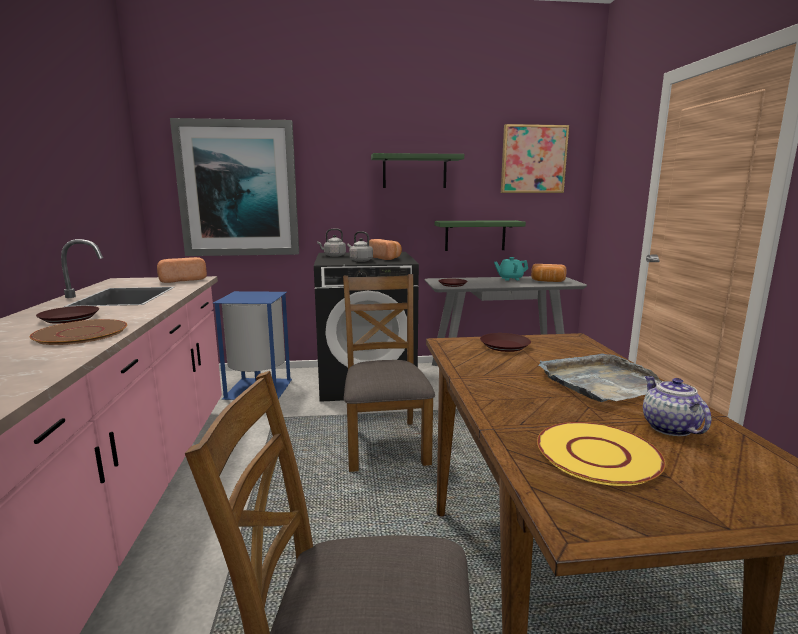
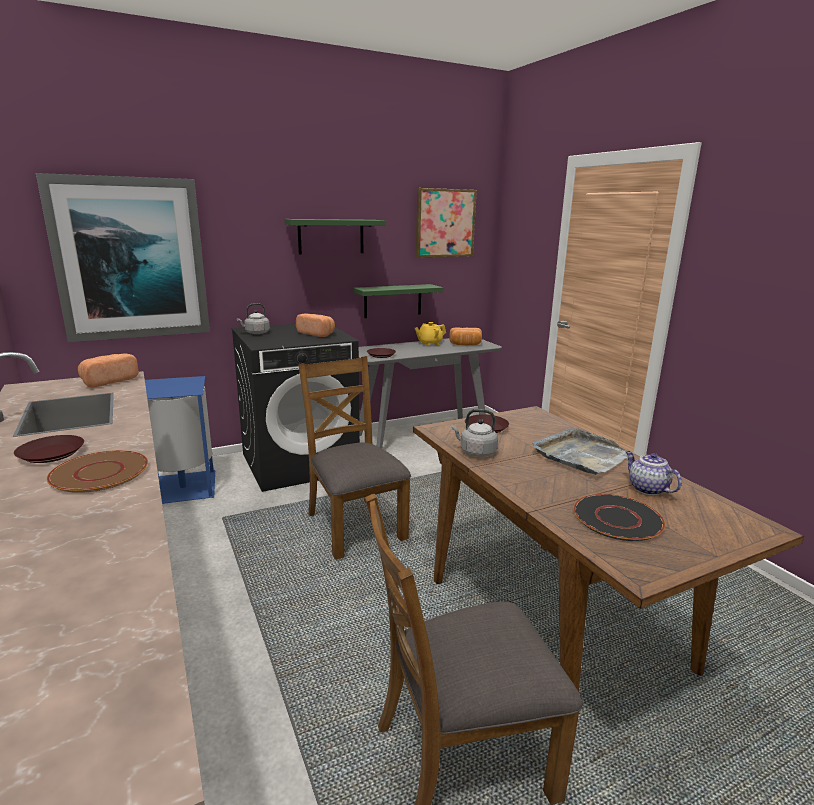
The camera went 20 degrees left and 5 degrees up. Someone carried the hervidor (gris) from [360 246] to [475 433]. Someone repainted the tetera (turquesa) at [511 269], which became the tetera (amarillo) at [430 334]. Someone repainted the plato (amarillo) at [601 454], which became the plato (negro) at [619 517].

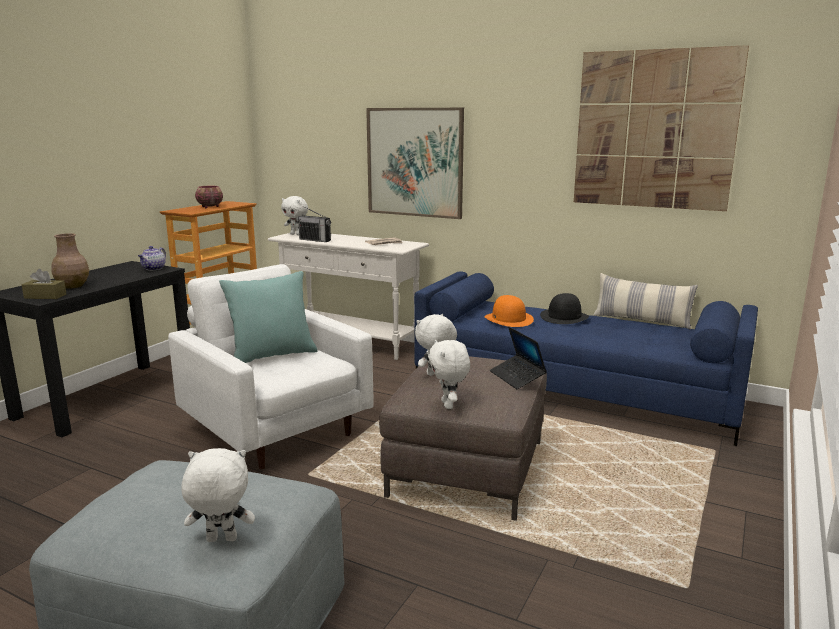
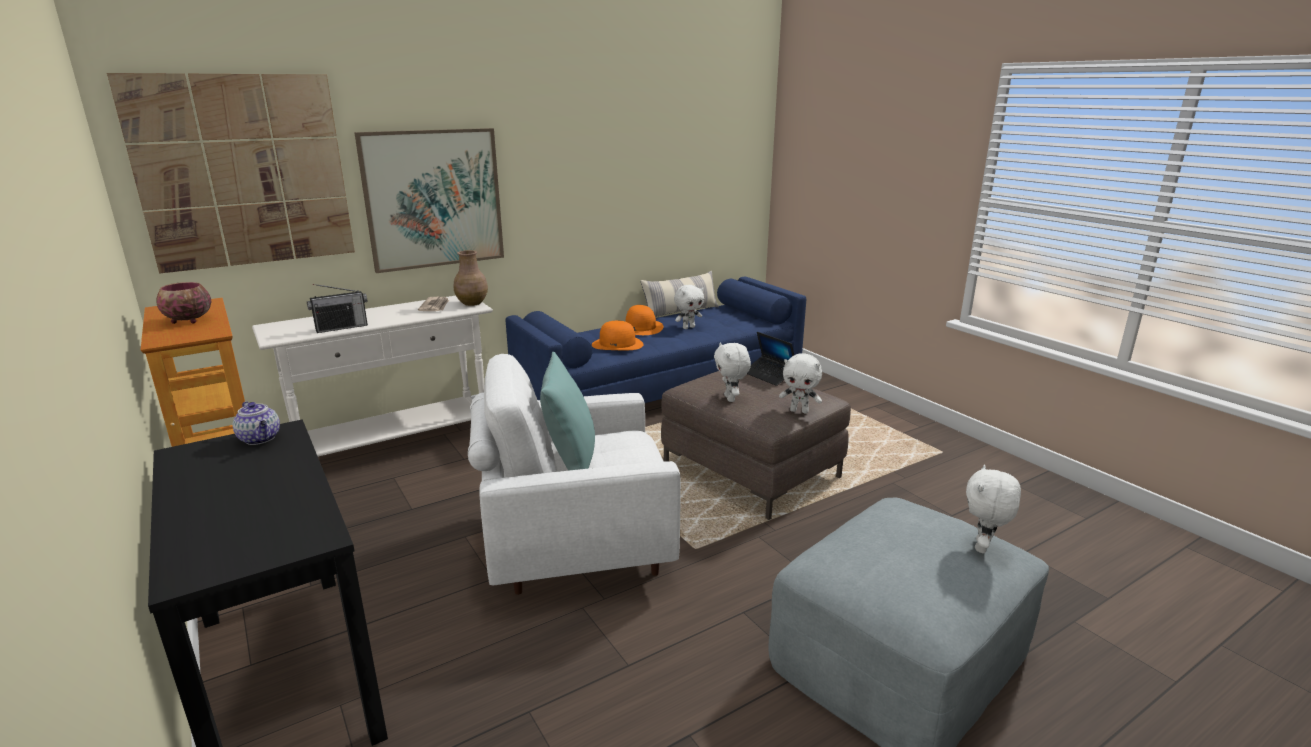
The camera went 60 degrees left and 5 degrees up. Someone carried the cuadro from [661 128] to [231 173]. Someone carried the peluche (blanco) from [294 215] to [689 307]. Someone carried the florero (marrón) from [70 261] to [471 278]. Someone took away the caja de pañuelos (marrón) at [44 284]. Someone repainted the sombrero (negro) at [564 308], which became the sombrero (naranja) at [644 320]. Someone rotated the portátil at [518 358] by 45 degrees clockwise.

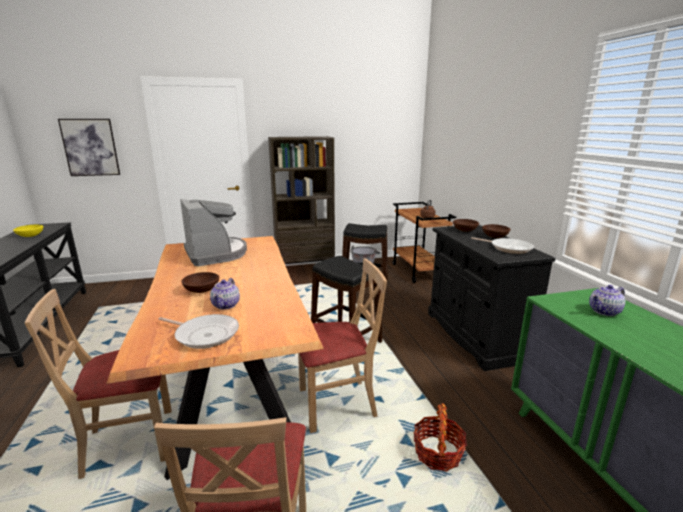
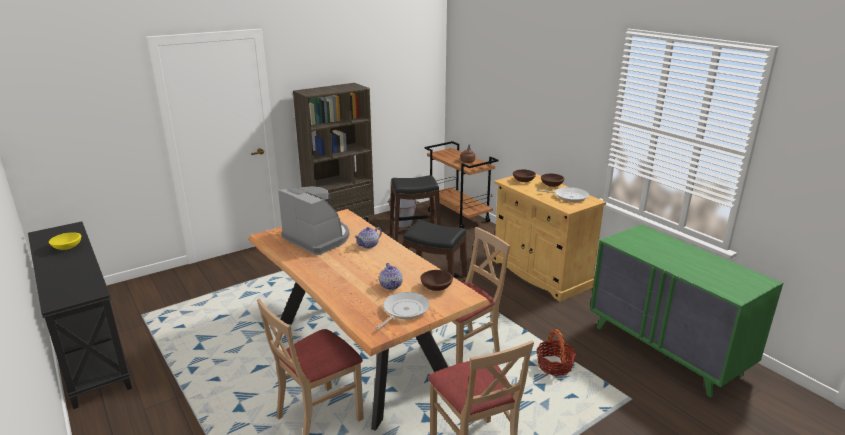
The camera went 20 degrees left and 5 degrees up. Someone took away the cuadro at [89 147]. Someone repainted the armario (negro) at [492 298], which became the armario (beis) at [549 238]. Someone carried the cuenco (marrón) from [200 282] to [436 280]. Someone carried the tetera from [607 300] to [368 238]. Someone rotated the sartén at [199 331] by 60 degrees counterclockwise.

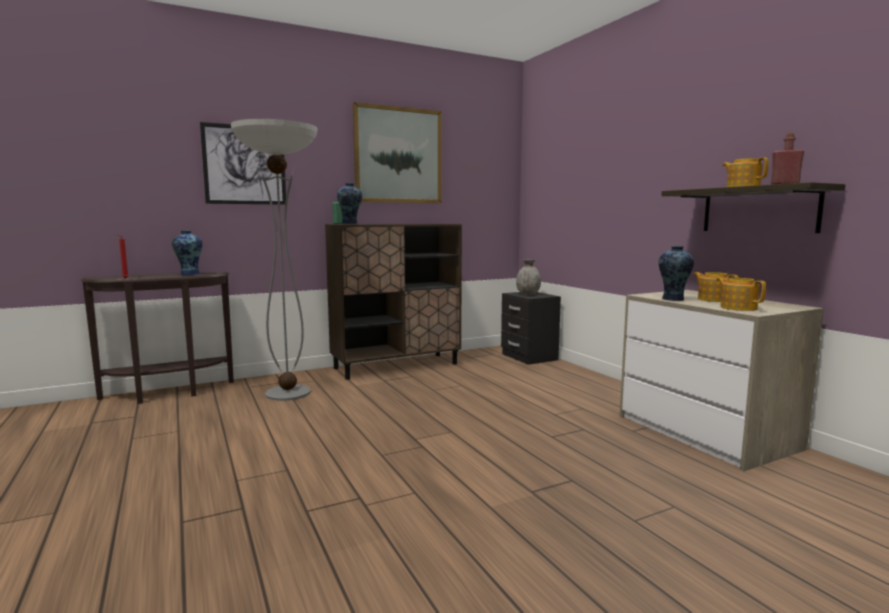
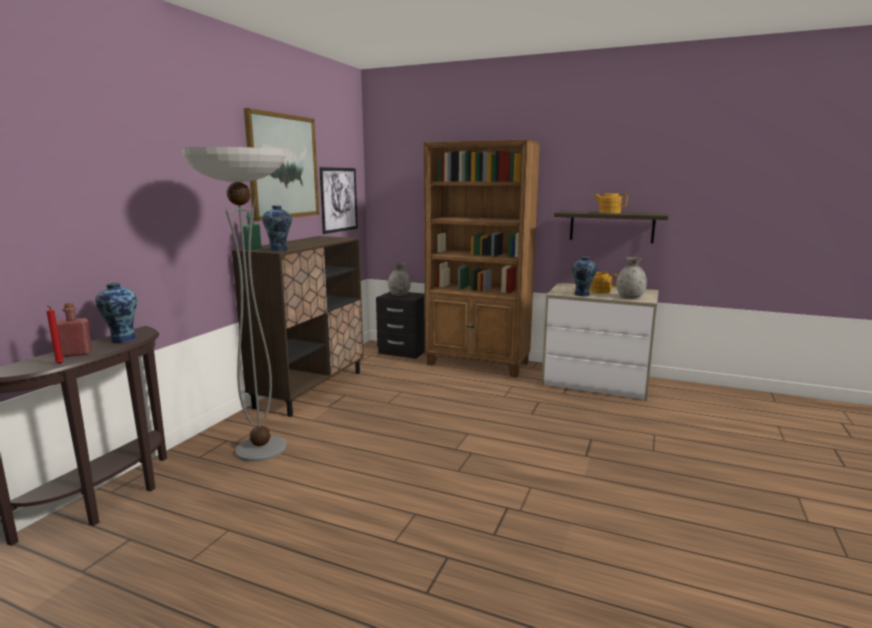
The camera went 40 degrees left and 5 degrees up. Someone carried the cuadro from [243 163] to [338 200]. Someone carried the botella (rojo) from [787 158] to [74 330]. Someone swapped the tetera at [741 294] for the florero (gris) at [632 278]. Someone put down the estantería (marrón) at [482 258].

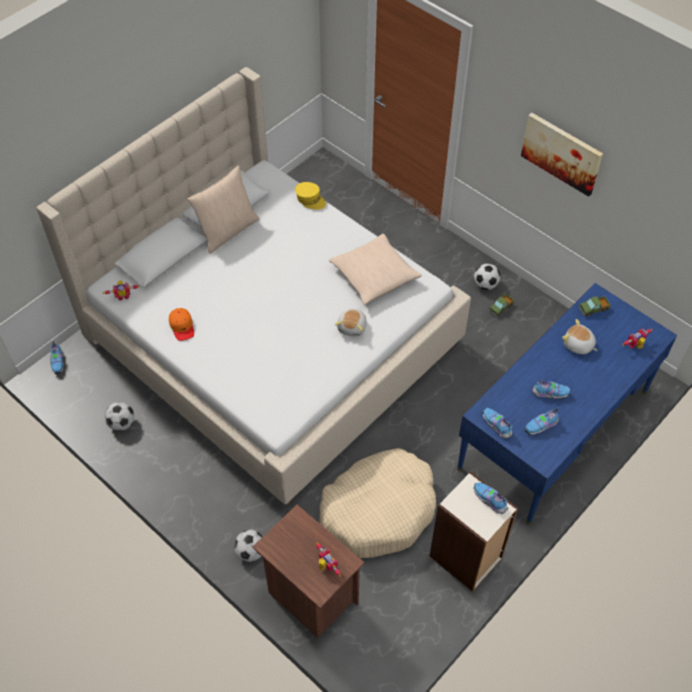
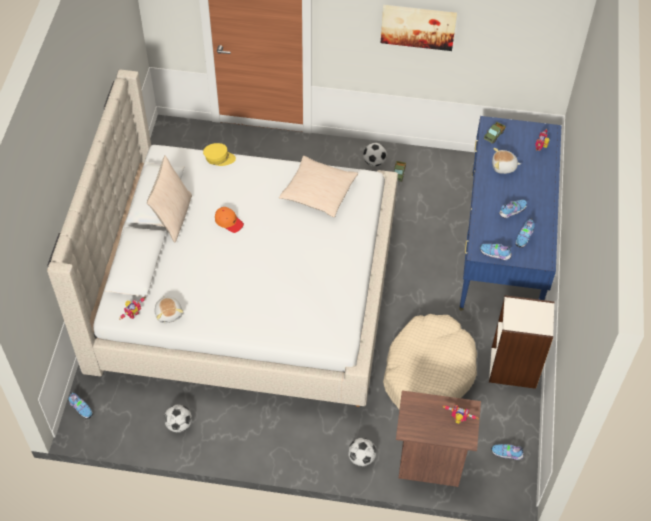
The camera went 35 degrees left and 0 degrees up. Someone carried the gorra (naranja) from [181 324] to [229 220]. Someone carried the peluche from [351 323] to [169 309]. Someone carried the zapato from [491 498] to [507 452].

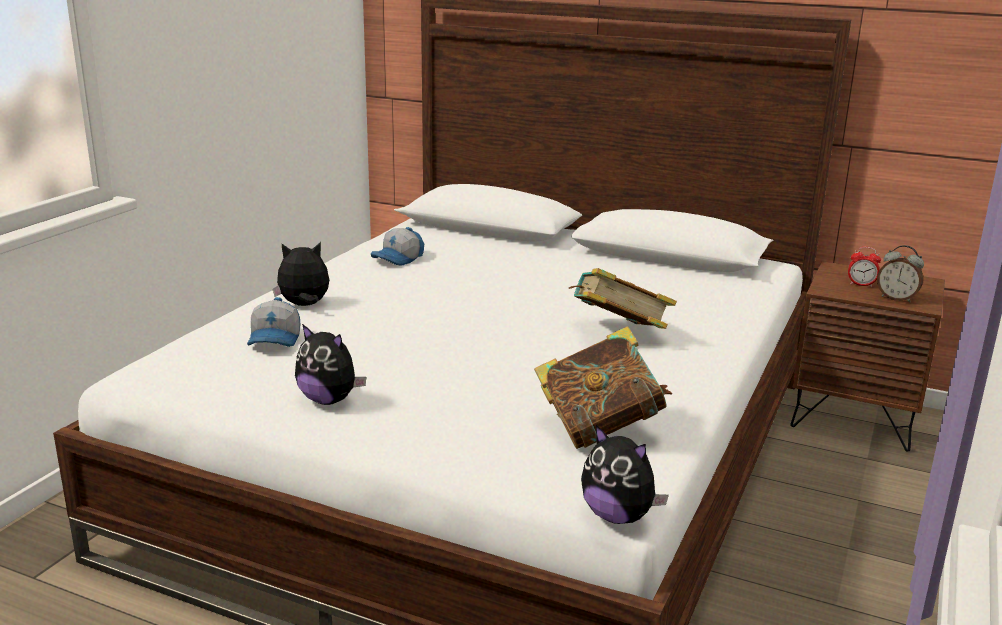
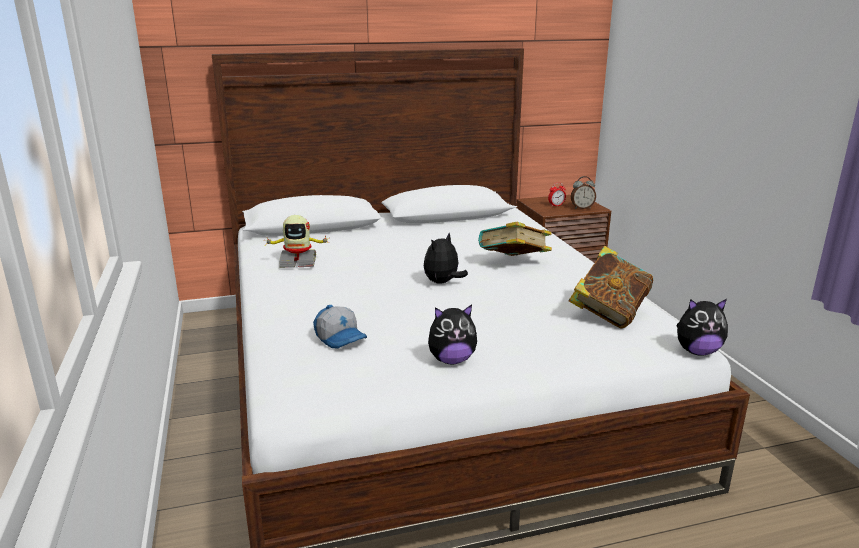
The camera went 40 degrees left and 0 degrees up. Someone swapped the gorra at [397 246] for the robot de juguete at [297 241]. Someone carried the peluche from [301 274] to [446 258].

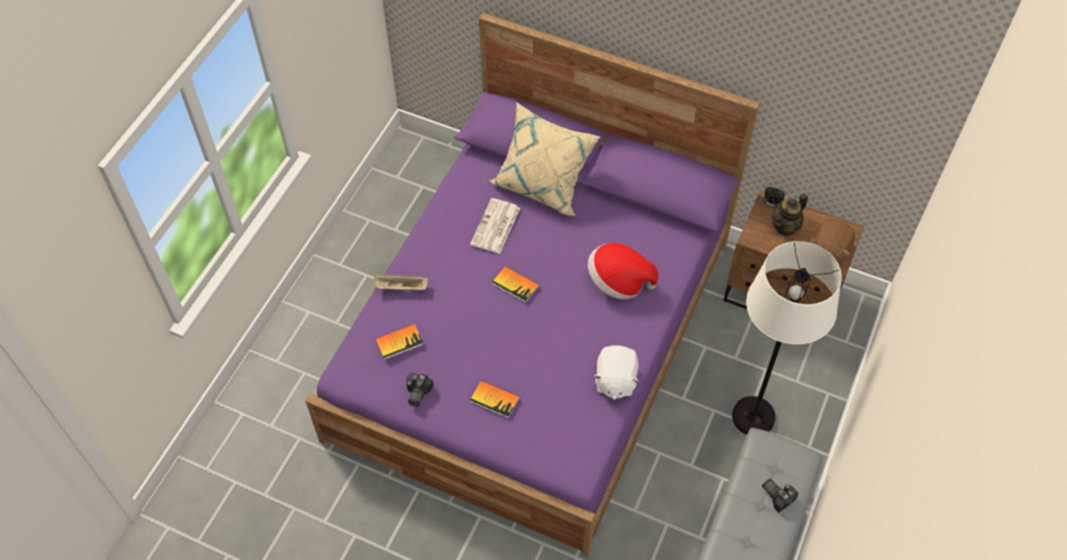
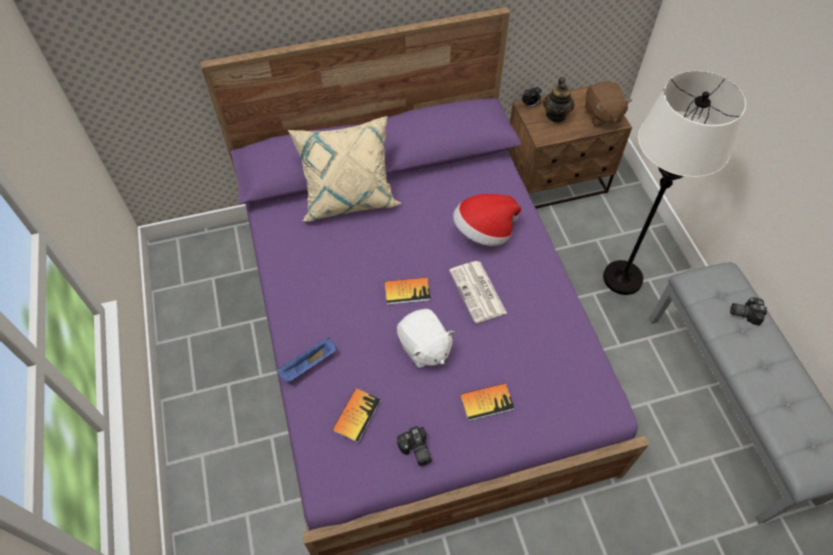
The camera went 40 degrees left and 0 degrees up. Someone carried the periódico from [495 226] to [478 292]. Someone repainted the bandeja (beis) at [401 282], which became the bandeja (azul) at [306 360]. Someone carried the peluche (blanco) from [616 372] to [426 338].

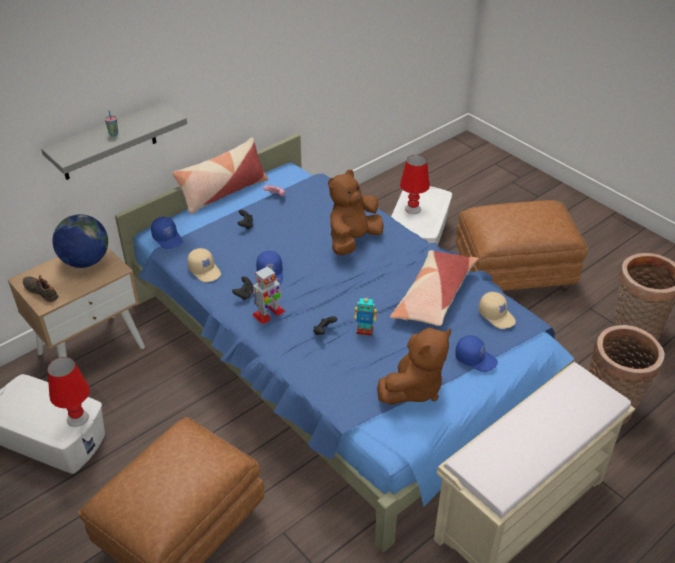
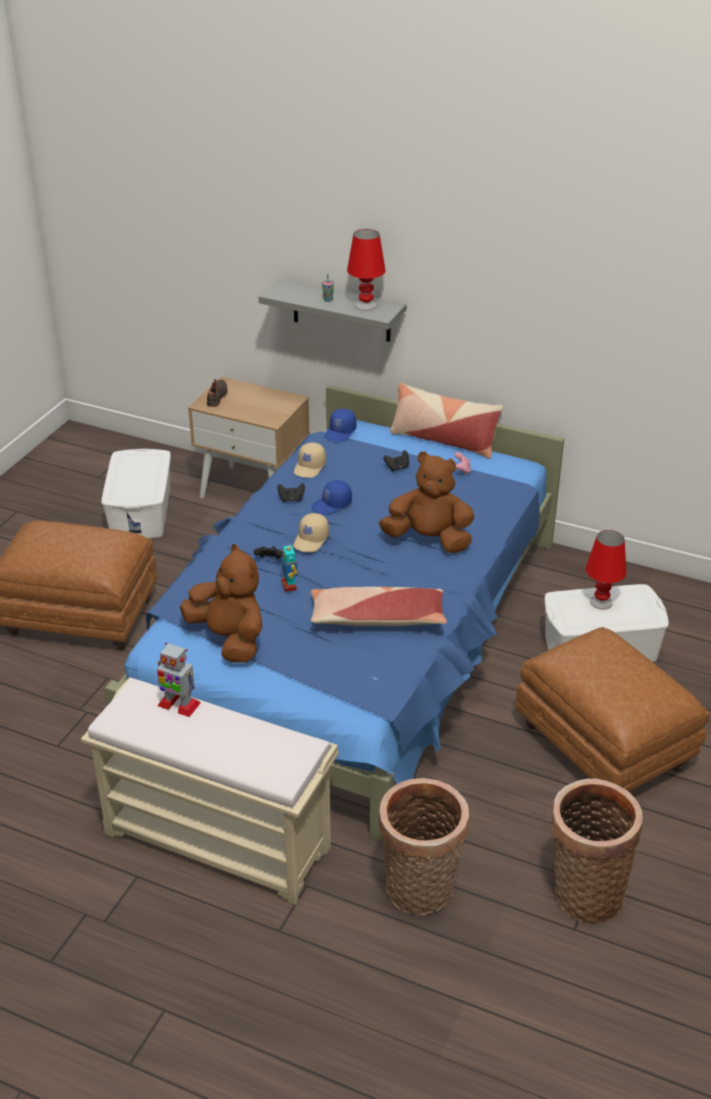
The camera went 65 degrees right and 5 degrees down. Someone took away the globo terráqueo at [80 241]. Someone carried the robot de juguete from [269 294] to [179 679]. Someone carried the gorra (beis) from [497 310] to [311 532]. Someone rotated the peluche (marrón) at [414 366] by 150 degrees counterclockwise. Someone took away the gorra (azul) at [476 353]. Someone carried the lámpara de mesa (rojo) from [68 392] to [366 270].

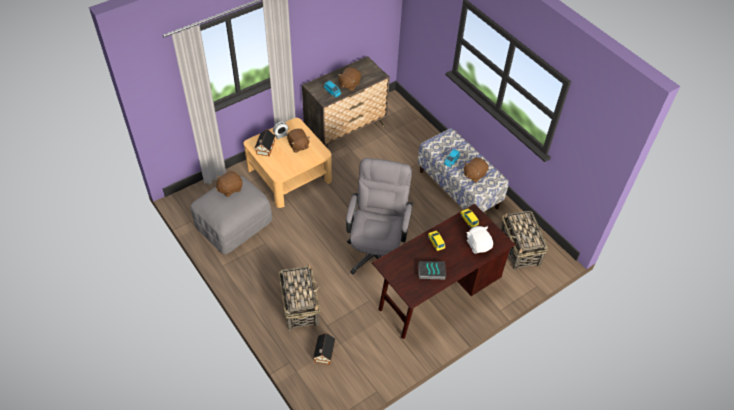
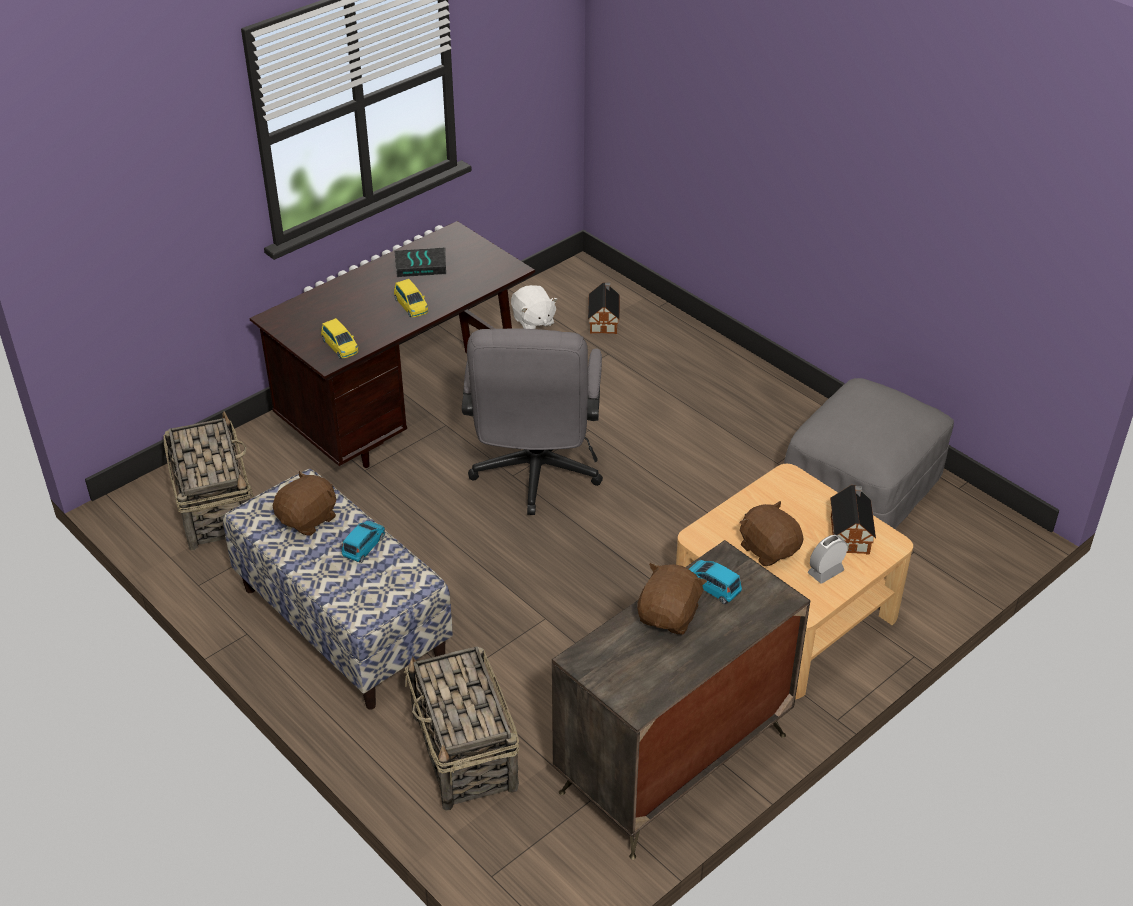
The camera went 175 degrees right and 10 degrees down. Someone took away the peluche (marrón) at [229 184]. Someone carried the peluche (blanco) from [480 240] to [534 307]. Someone carried the cesta from [300 297] to [461 729].

